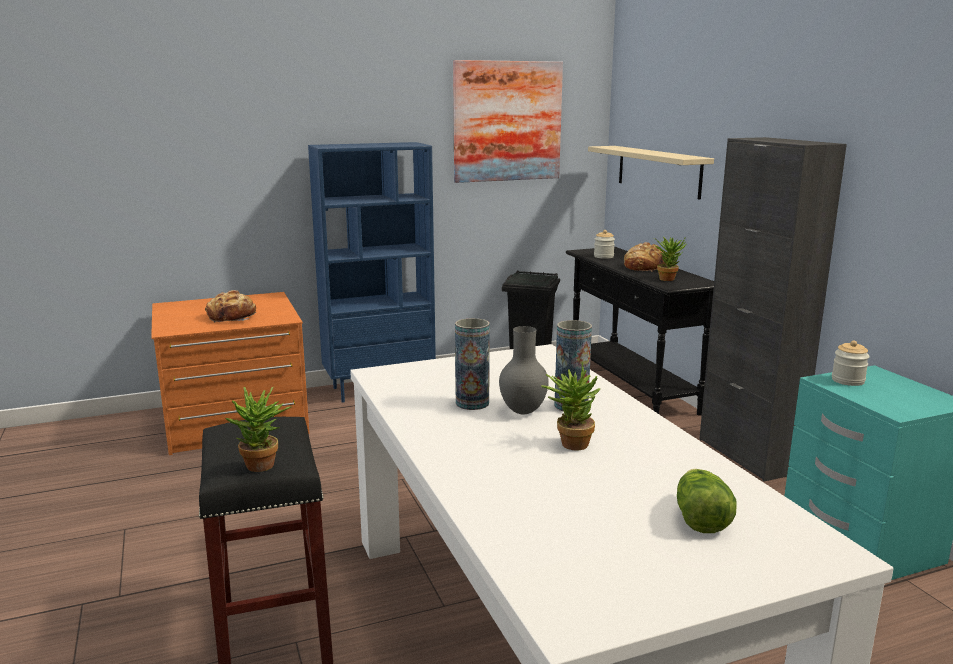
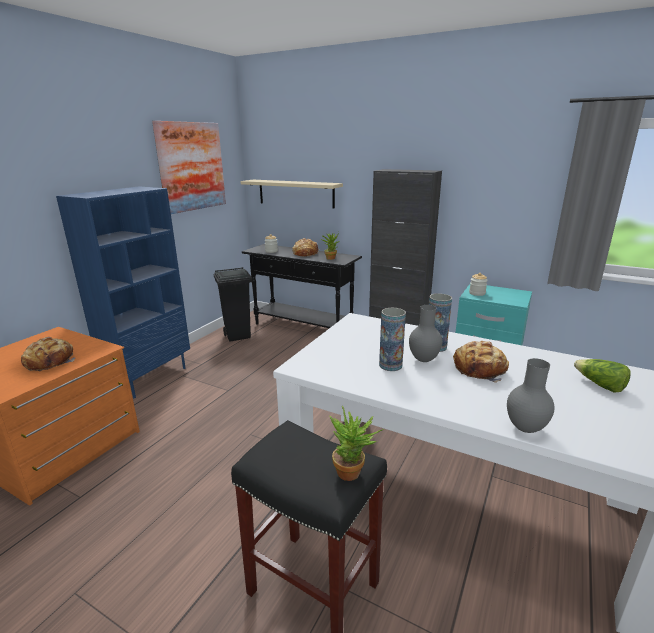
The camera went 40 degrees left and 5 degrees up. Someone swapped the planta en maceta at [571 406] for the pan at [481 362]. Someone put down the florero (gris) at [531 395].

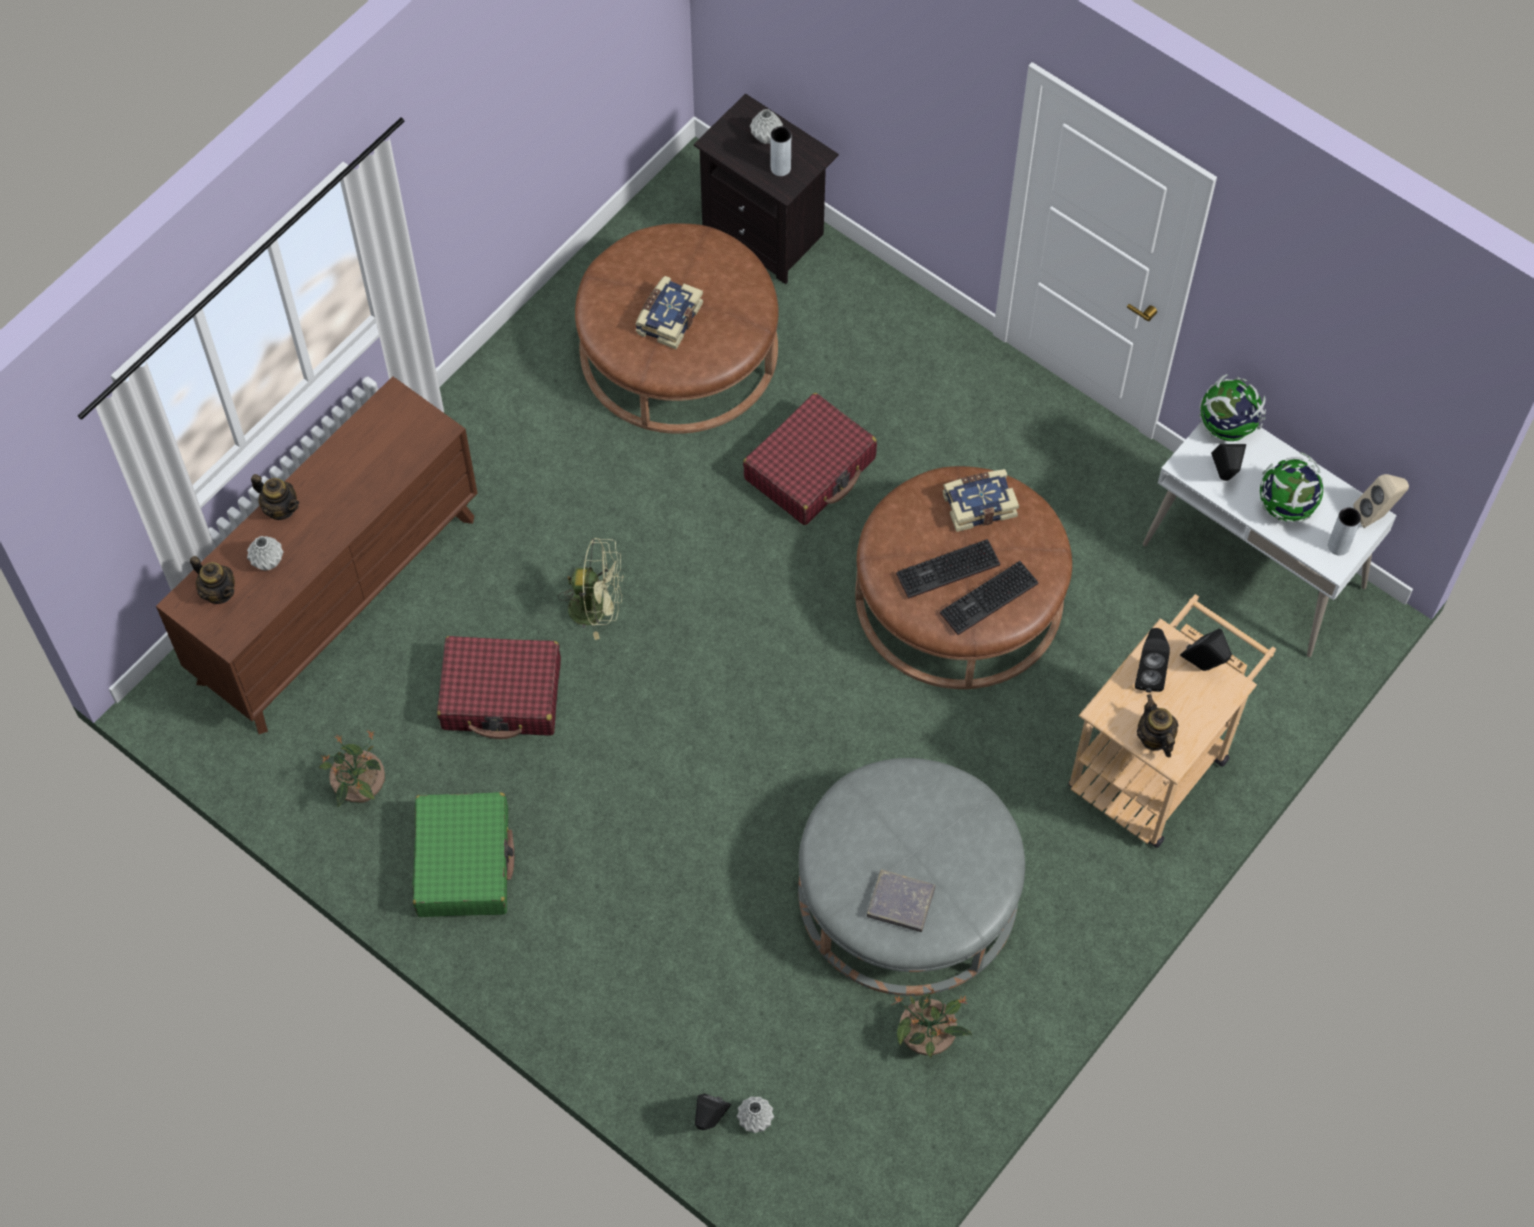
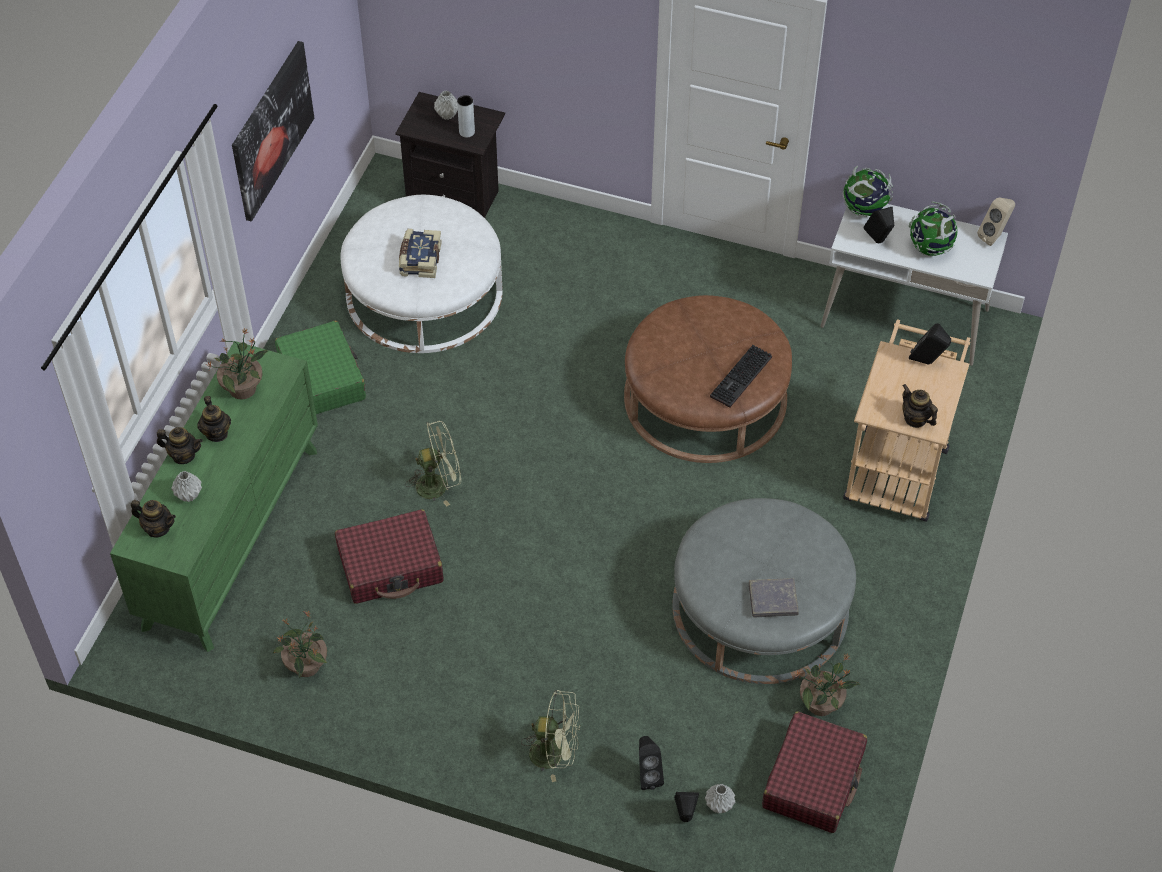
The camera went 20 degrees left and 10 degrees down. Someone repainted the puf (marrón) at [677 328], which became the puf (blanco) at [421 274]. Someone repainted the cómoda (marrón) at [317 555], which became the cómoda (verde) at [214 496]. Someone carried the maleta (rojo) from [810 459] to [814 772]. Someone took away the libro at [981 500]. Someone took away the florero (gris) at [1344 531]. Someone took away the teclado at [948 569]. Someone carried the altavoz (negro) from [1152 660] to [651 763]. Someone carried the maleta (verde) from [463 854] to [320 367]. Someone put up the cuadro at [273 131]. Someone put down the planta en maceta at [237 363]. Someone put down the tetera at [214 419]. Someone put down the ventilador (verde) at [550 736].

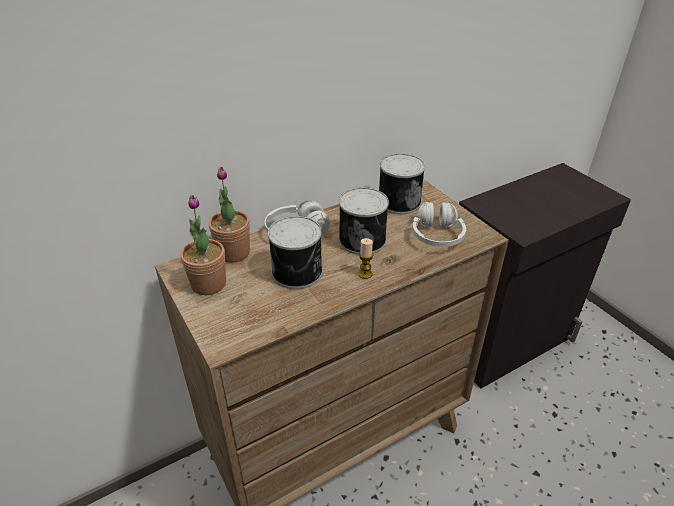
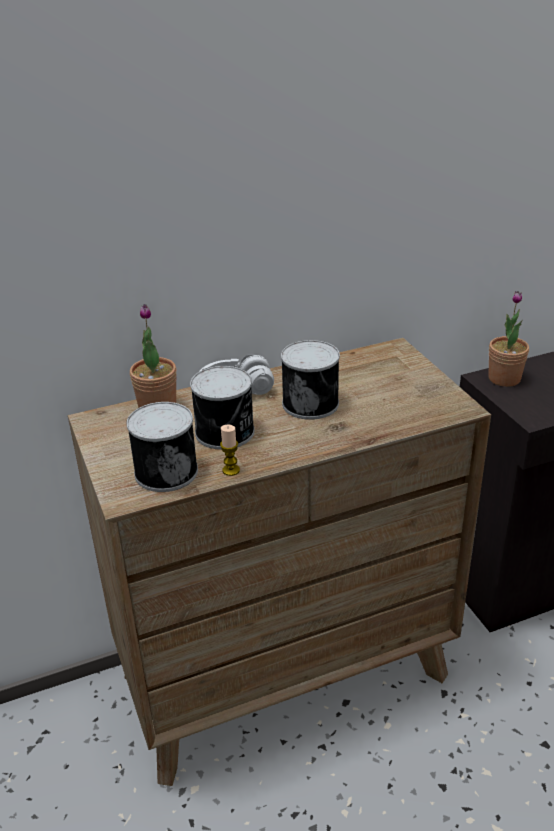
The camera went 10 degrees right and 5 degrees down. Someone carried the lata from [402 184] to [162 447]. Someone carried the planta en maceta from [203 245] to [508 339]. Someone took away the auriculares (blanco) at [439 224]. Someone carried the vela from [366 258] to [230 450].

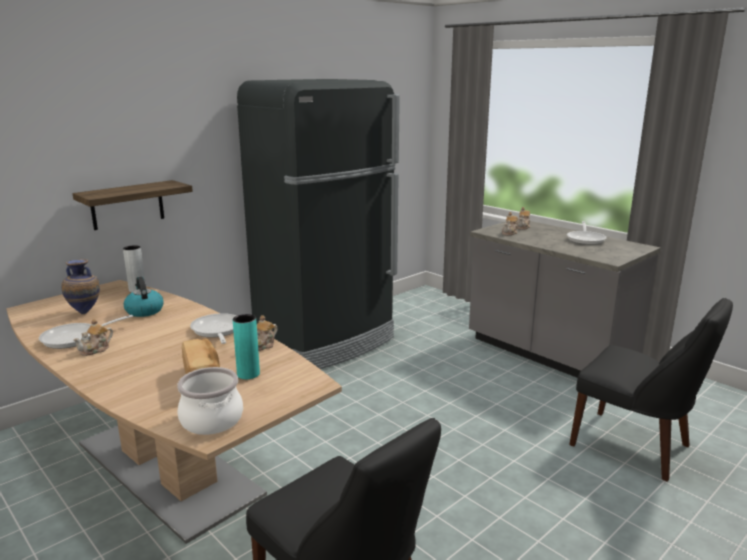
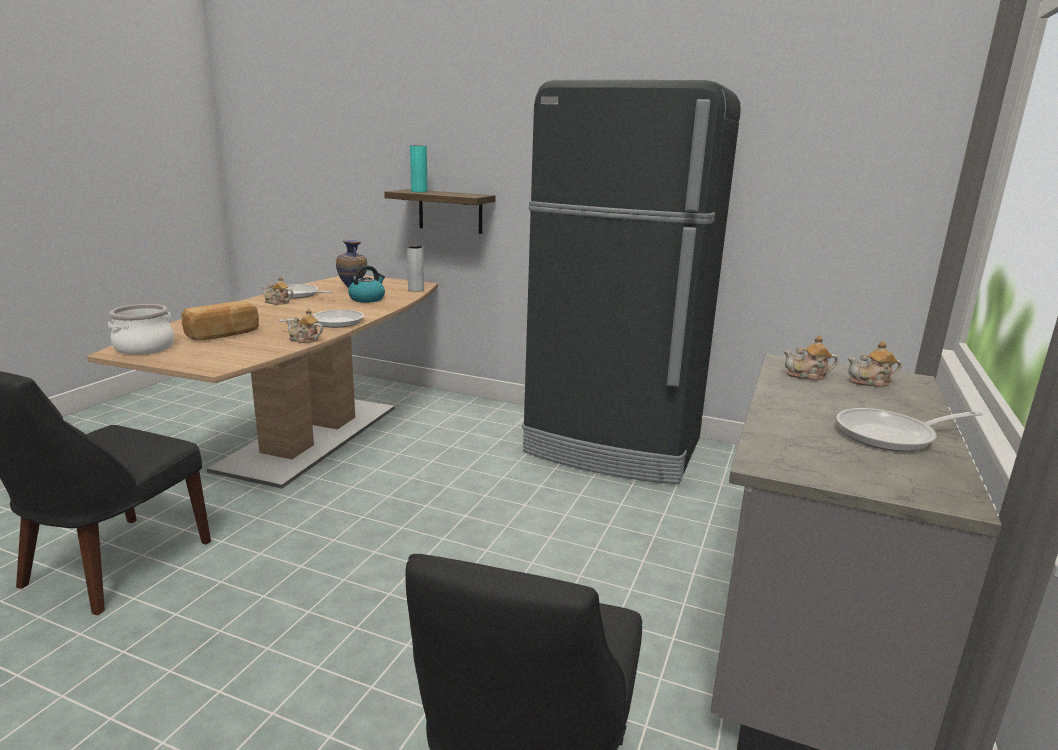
The camera went 65 degrees right and 0 degrees up. Someone carried the florero (turquesa) from [246 346] to [419 168].

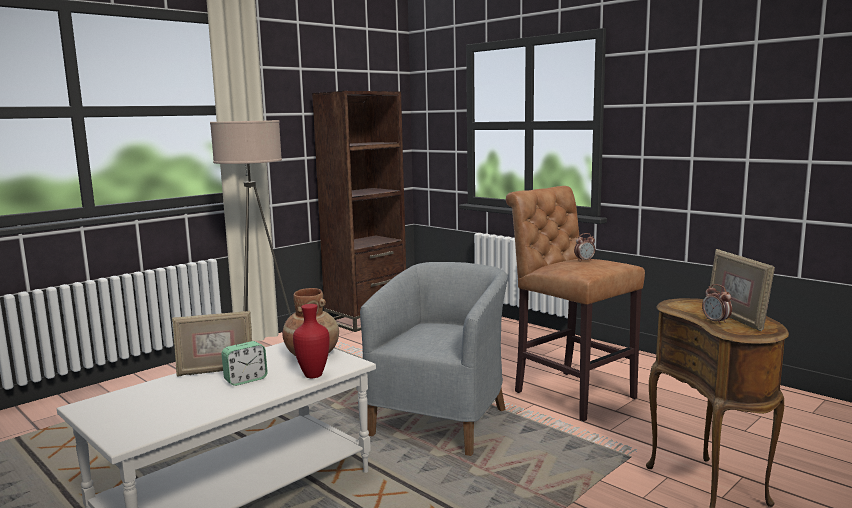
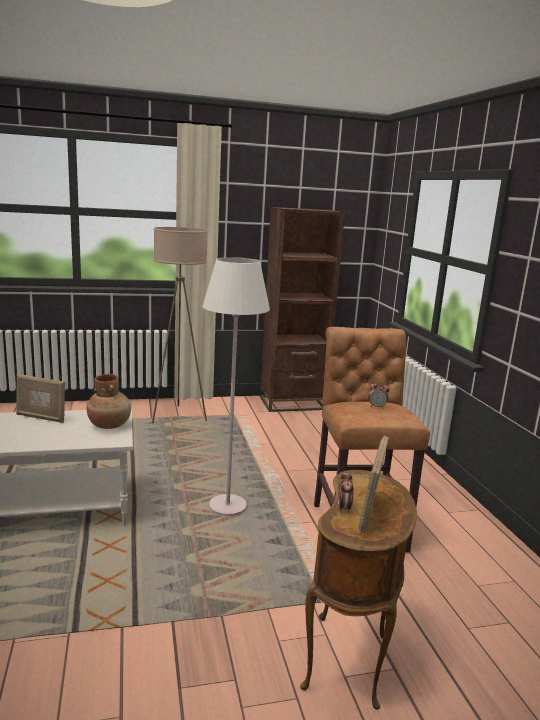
The camera went 30 degrees right and 5 degrees up. Someone swapped the sillón (gris) at [434 359] for the lámpara de pie (blanco) at [236 386]. Someone took away the florero (rojo) at [311 341]. Someone took away the despertador at [244 363].

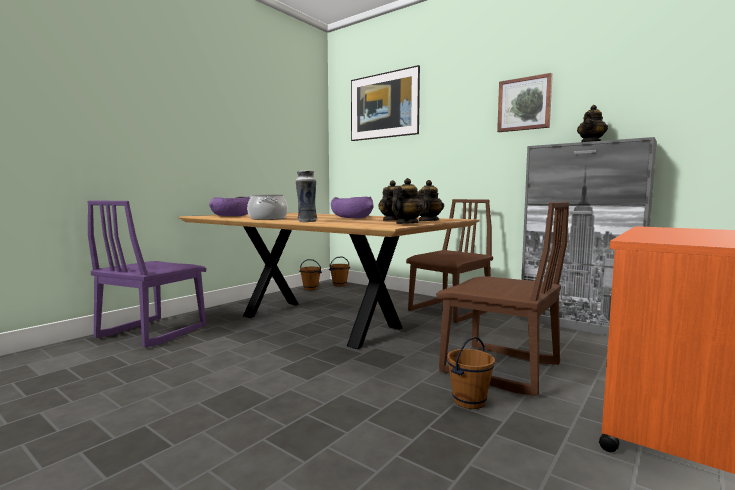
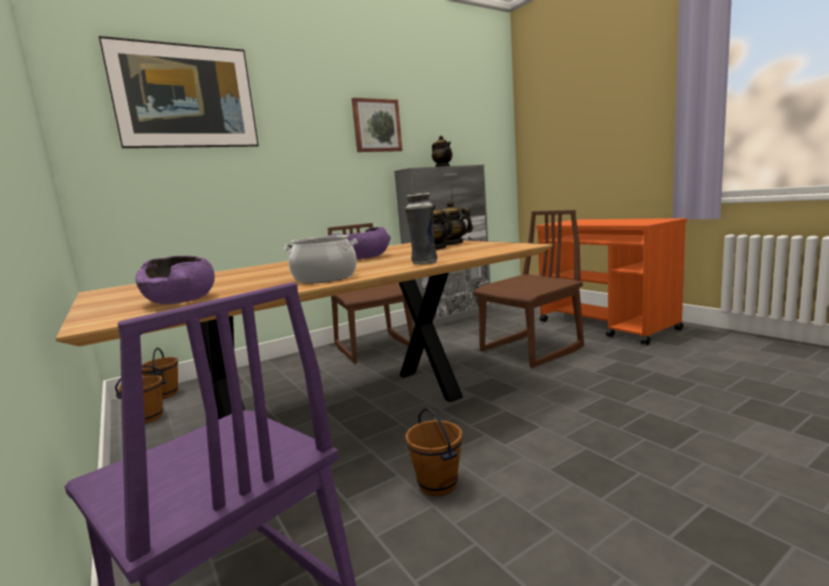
The camera went 70 degrees left and 5 degrees up. Someone took away the tetera at [407 201]. Someone carried the cubo (marrón) from [471 372] to [433 452].

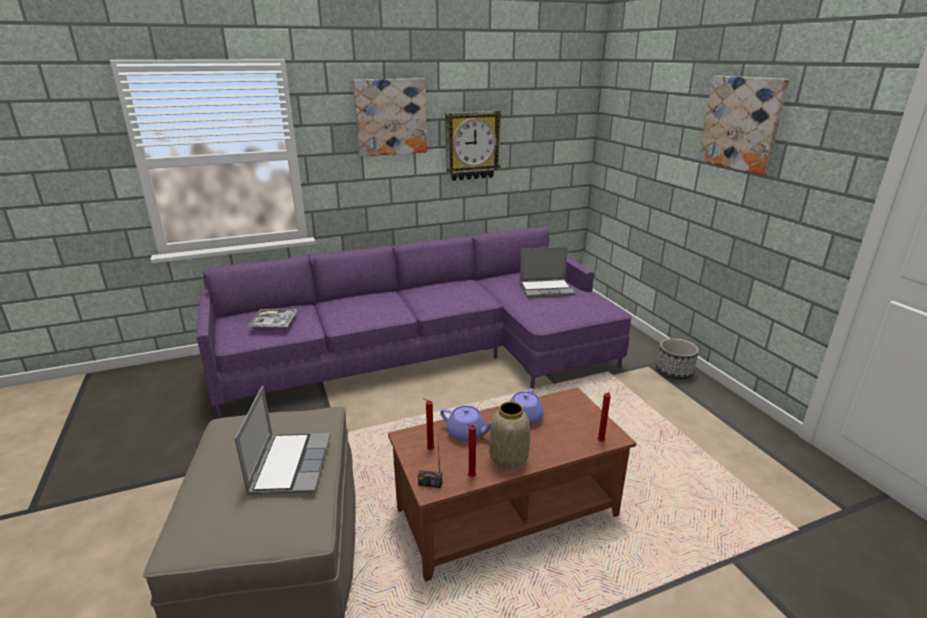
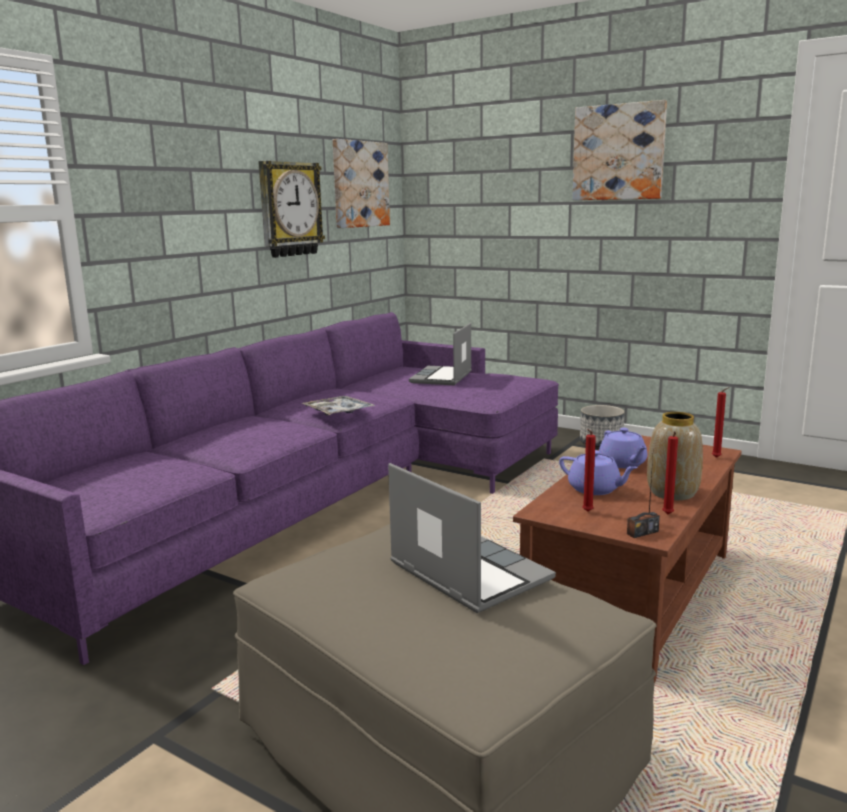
The camera went 35 degrees left and 10 degrees down. Someone carried the cuadro from [390 117] to [361 183]. Someone rotated the portátil at [547 272] by 150 degrees clockwise. Someone carried the bandeja from [272 318] to [338 405]. Someone rotated the tetera (morado) at [465 424] by 45 degrees clockwise.

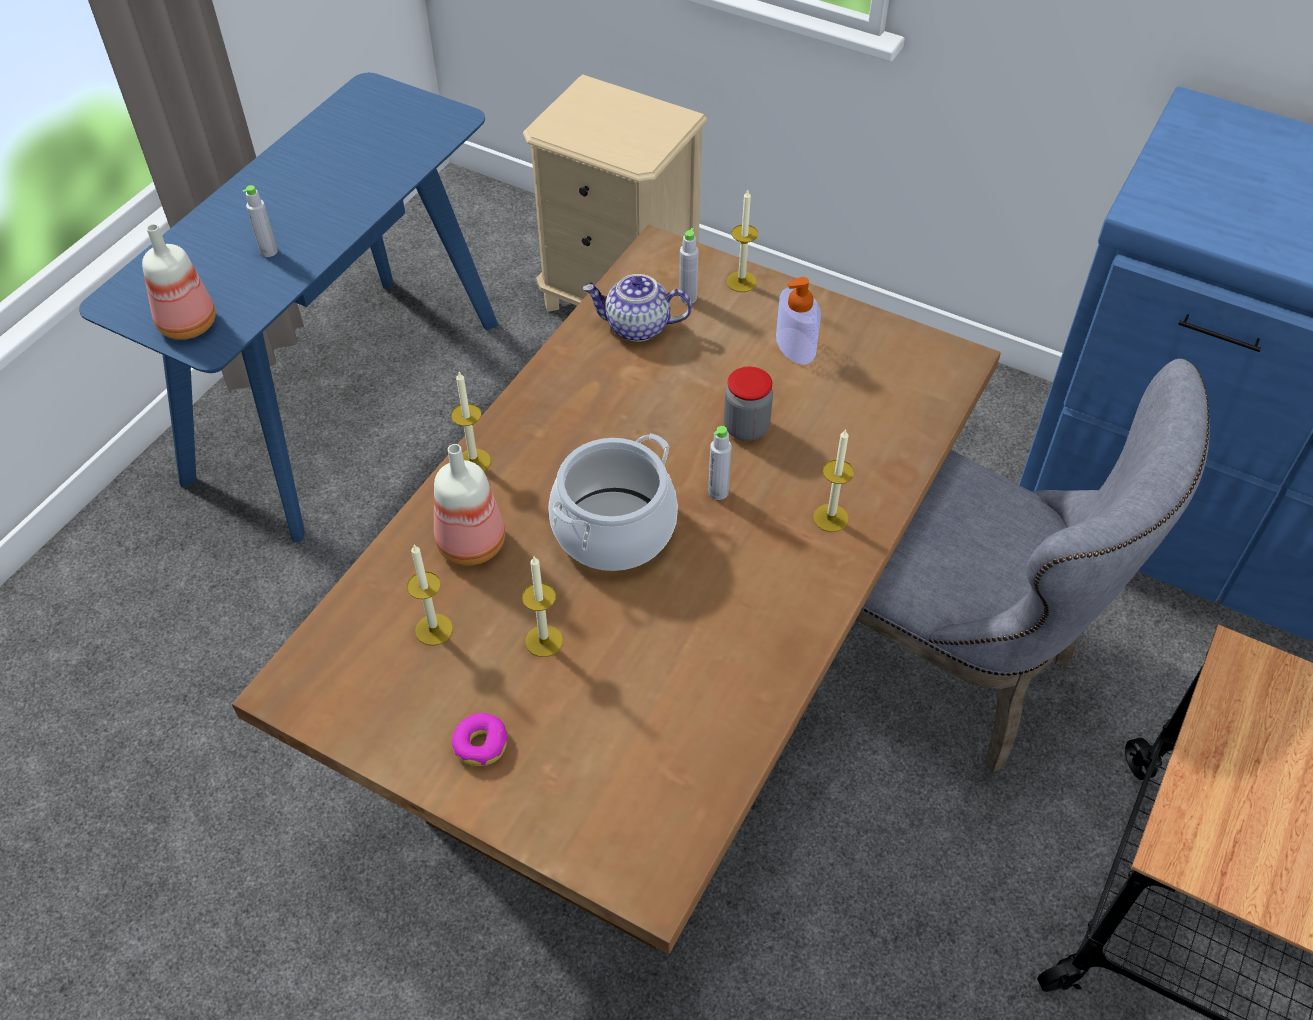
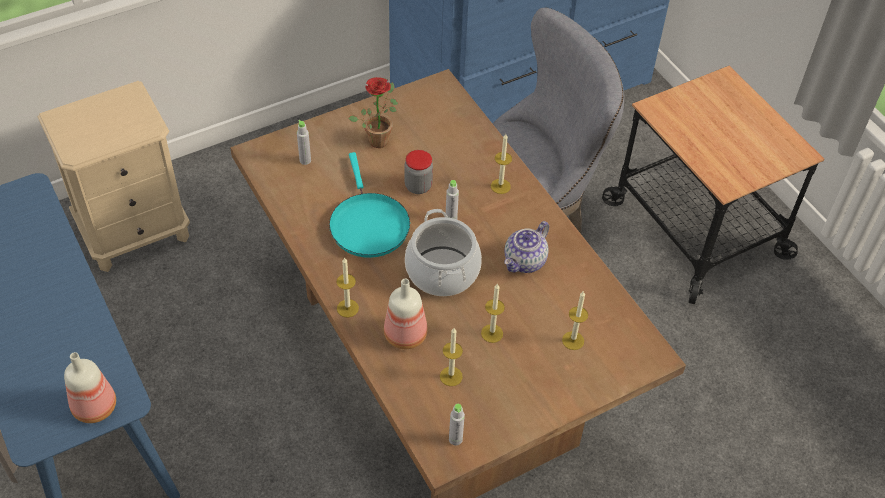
The camera went 60 degrees left and 0 degrees up. Someone carried the botella (gris) from [260 221] to [457 425]. Someone carried the vela from [742 241] to [575 320]. Someone carried the tetera from [637 308] to [526 247]. Someone swapped the dispensador de jabón at [798 321] for the planta en maceta at [373 112]. Someone took away the rosquilla at [479 739]. Someone put down the sartén (turquesa) at [369 205].

